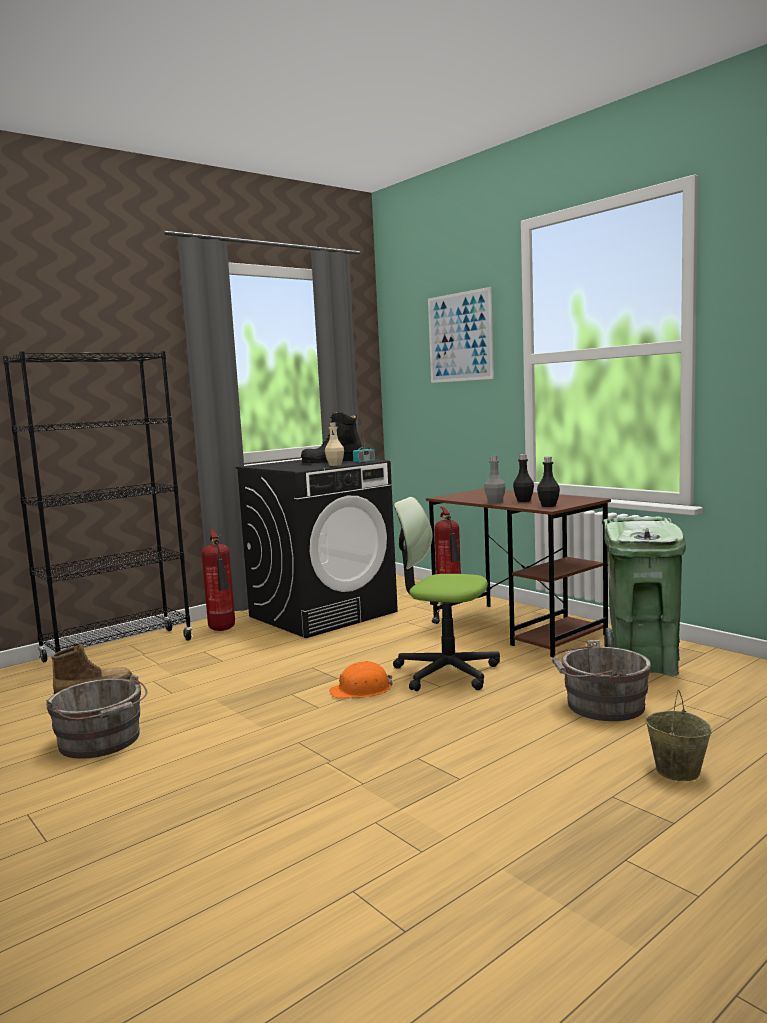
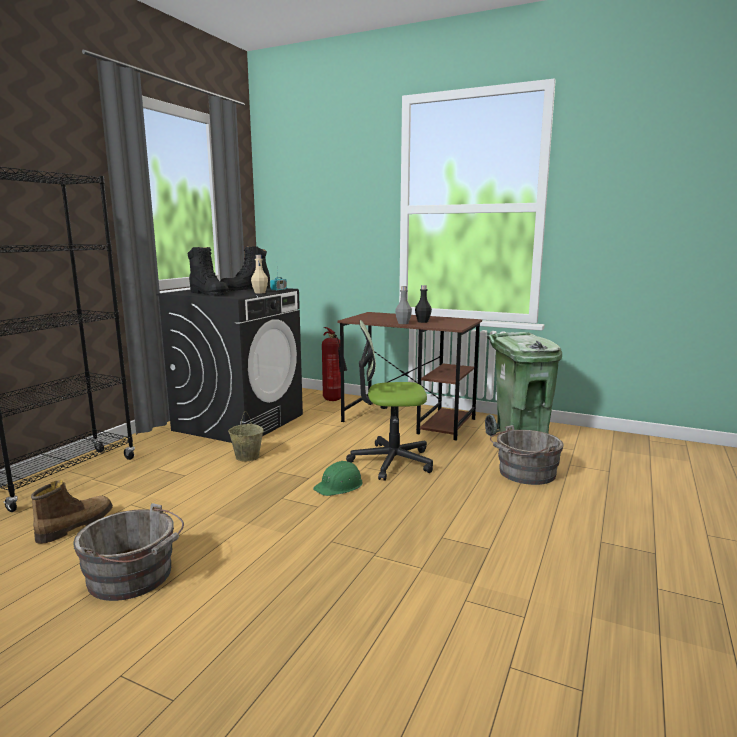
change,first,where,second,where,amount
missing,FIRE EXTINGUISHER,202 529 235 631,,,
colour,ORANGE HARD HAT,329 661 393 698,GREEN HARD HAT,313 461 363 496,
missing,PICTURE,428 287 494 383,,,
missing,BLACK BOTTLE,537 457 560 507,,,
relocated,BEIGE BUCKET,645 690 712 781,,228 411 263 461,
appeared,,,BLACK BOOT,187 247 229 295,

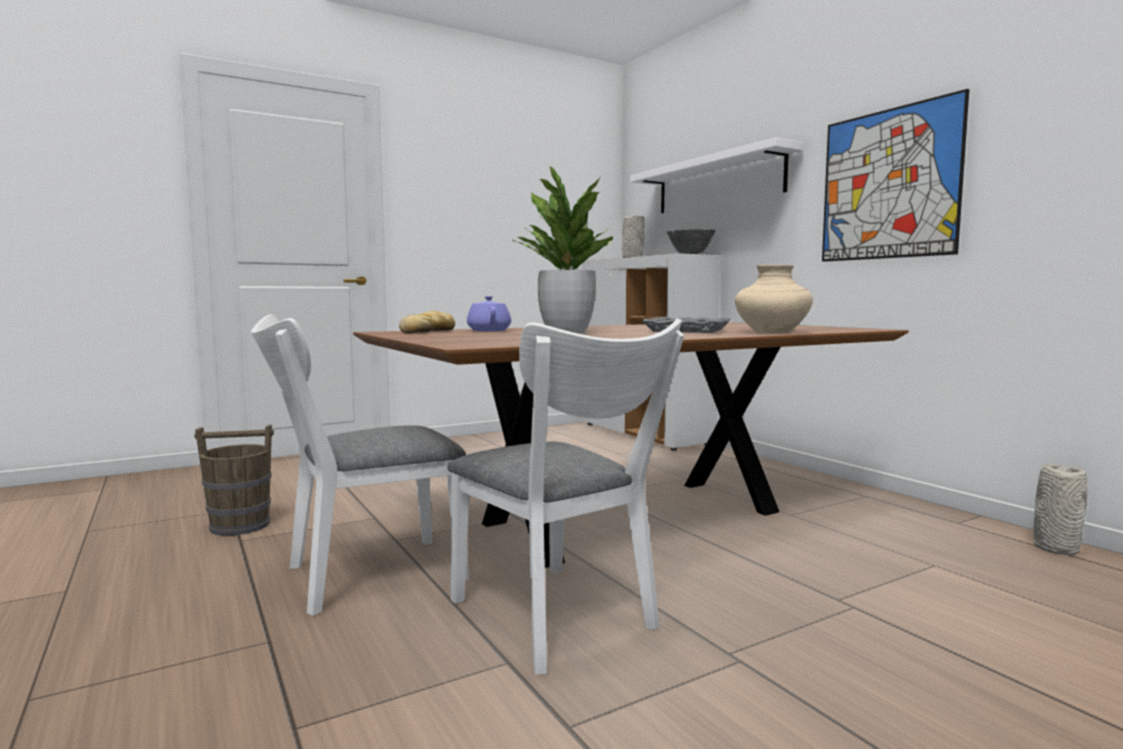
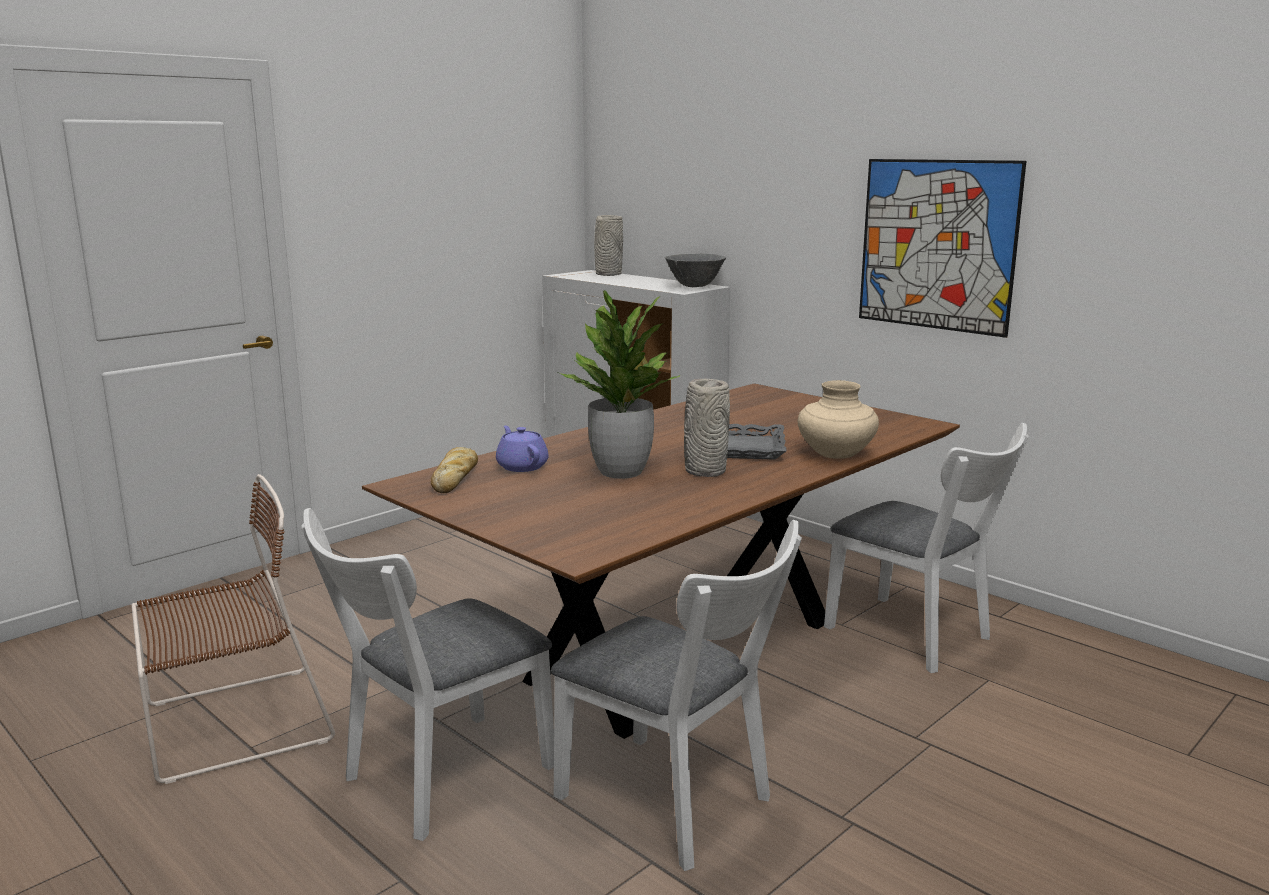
change,first,where,second,where,amount
exchanged,BROWN BUCKET,194 425 274 536,BROWN CHAIR,131 474 335 784,
missing,WHITE SHELF,630 137 803 213,,,
relocated,GREY VASE,1033 464 1088 555,,684 379 730 477,
appeared,,,WHITE CHAIR,824 423 1028 673,

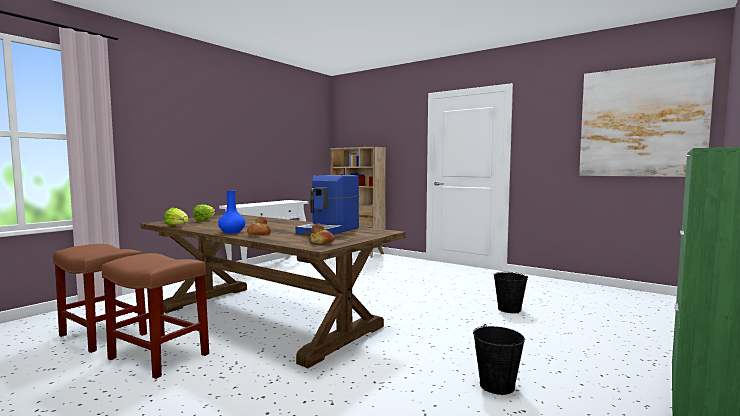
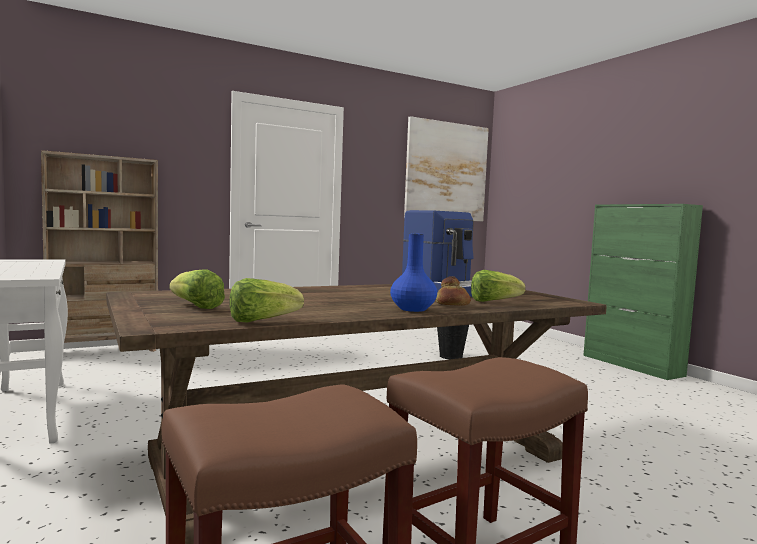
change,first,where,second,where,amount
missing,BREAD,309 223 335 244,,,
missing,BLACK BUCKET,473 324 525 395,,,
appeared,,,LETTUCE,471 270 526 302,

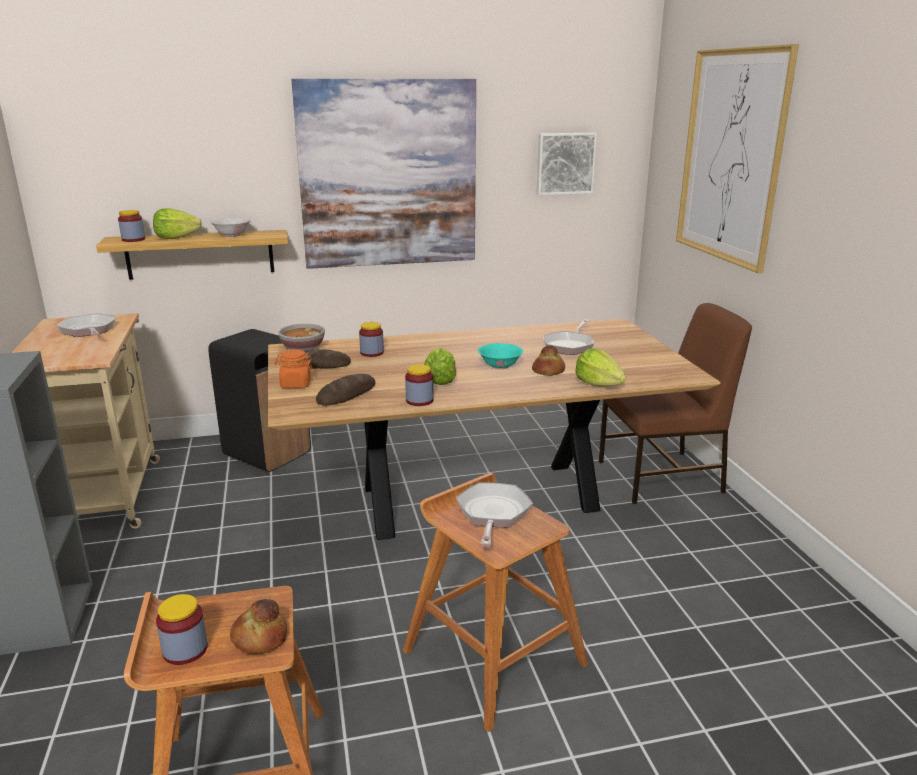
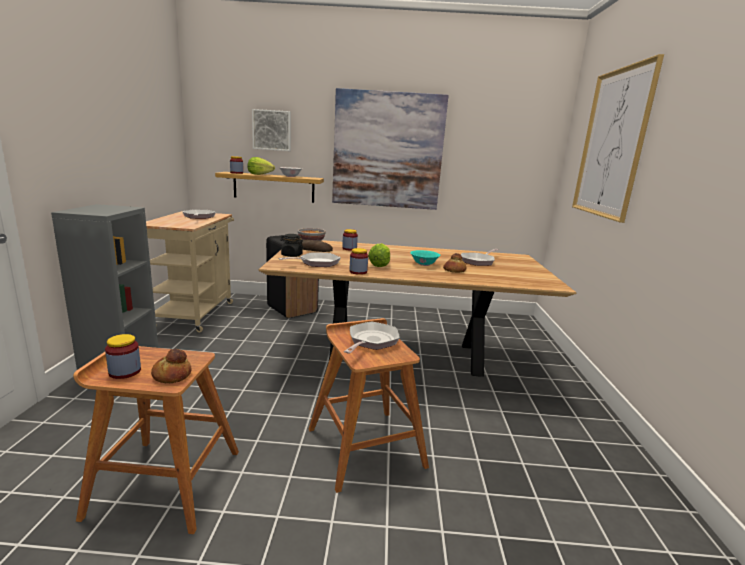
change,first,where,second,where,amount
colour,ORANGE JAR,274 350 314 388,BLACK JAR,280 234 303 257,
exchanged,BREAD,316 374 376 406,FRYING PAN,278 252 341 267,
relocated,PICTURE,536 133 597 195,,252 109 291 151,
missing,LETTUCE,575 348 626 386,,,
missing,BROWN CHAIR,599 303 752 504,,,

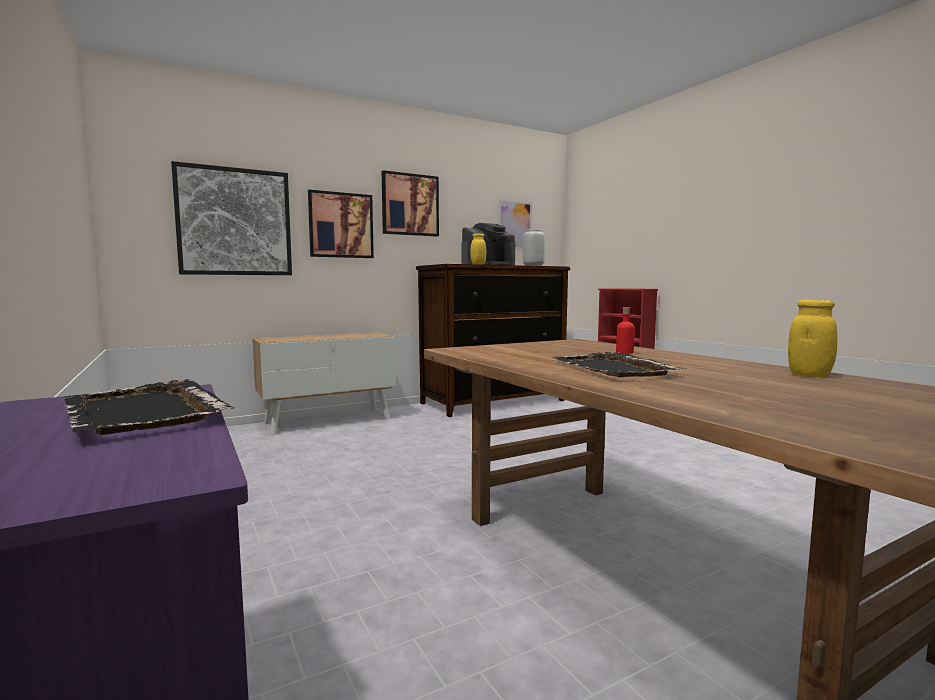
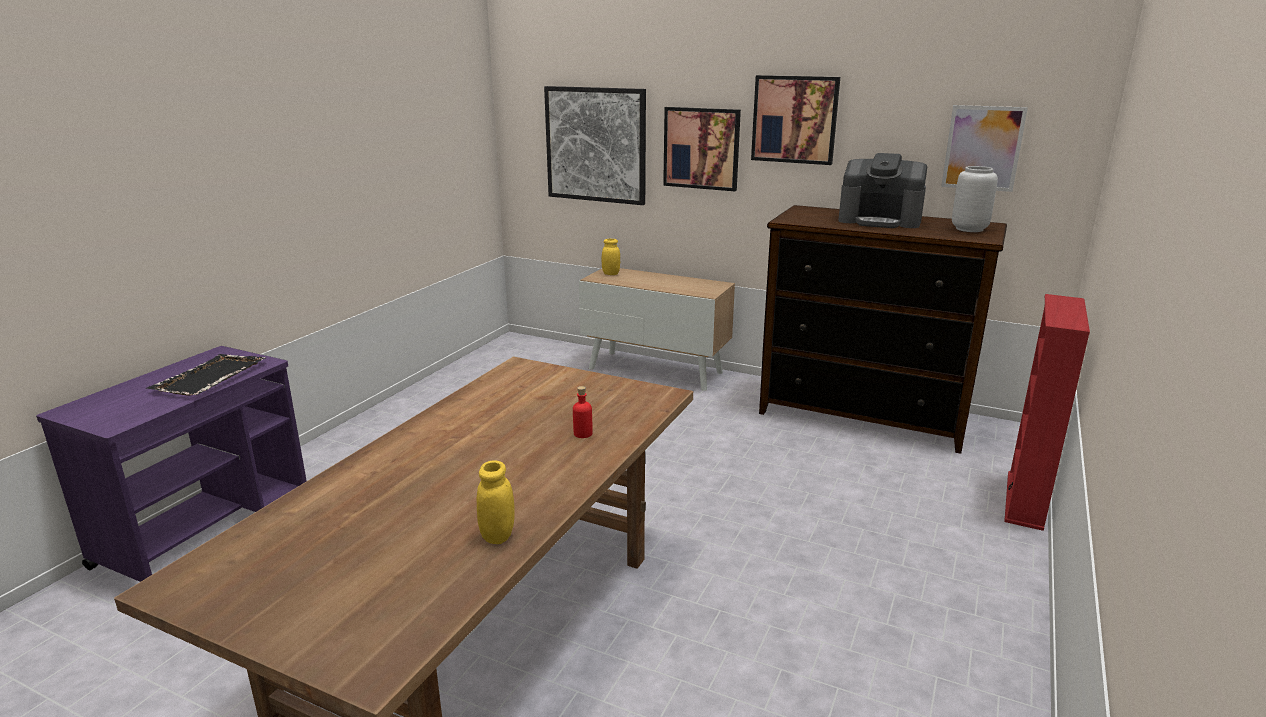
change,first,where,second,where,amount
relocated,YELLOW JAR,470 233 486 265,,602 239 620 275,
missing,BLACK TRAY,552 352 686 377,,,

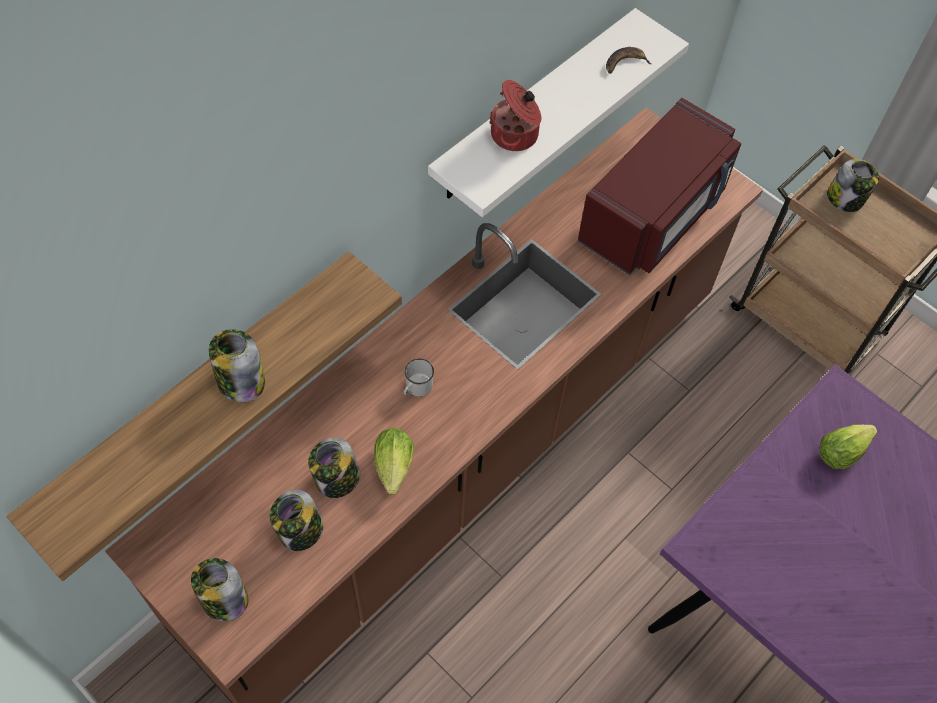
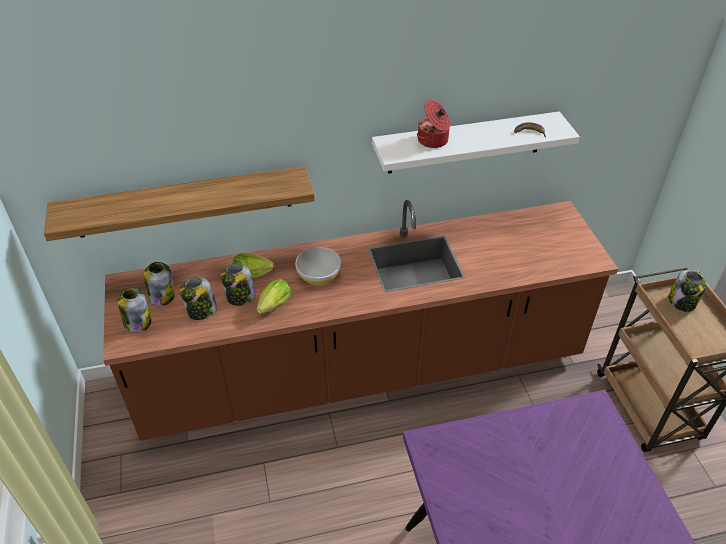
change,first,where,second,where,amount
relocated,JAR,209 329 265 402,,144 262 175 306,
exchanged,WHITE MUG,404 358 434 396,WHITE BOWL,295 247 341 285,
missing,RED MICROWAVE,578 98 741 275,,,
relocated,LETTUCE,820 425 877 469,,232 253 275 278,

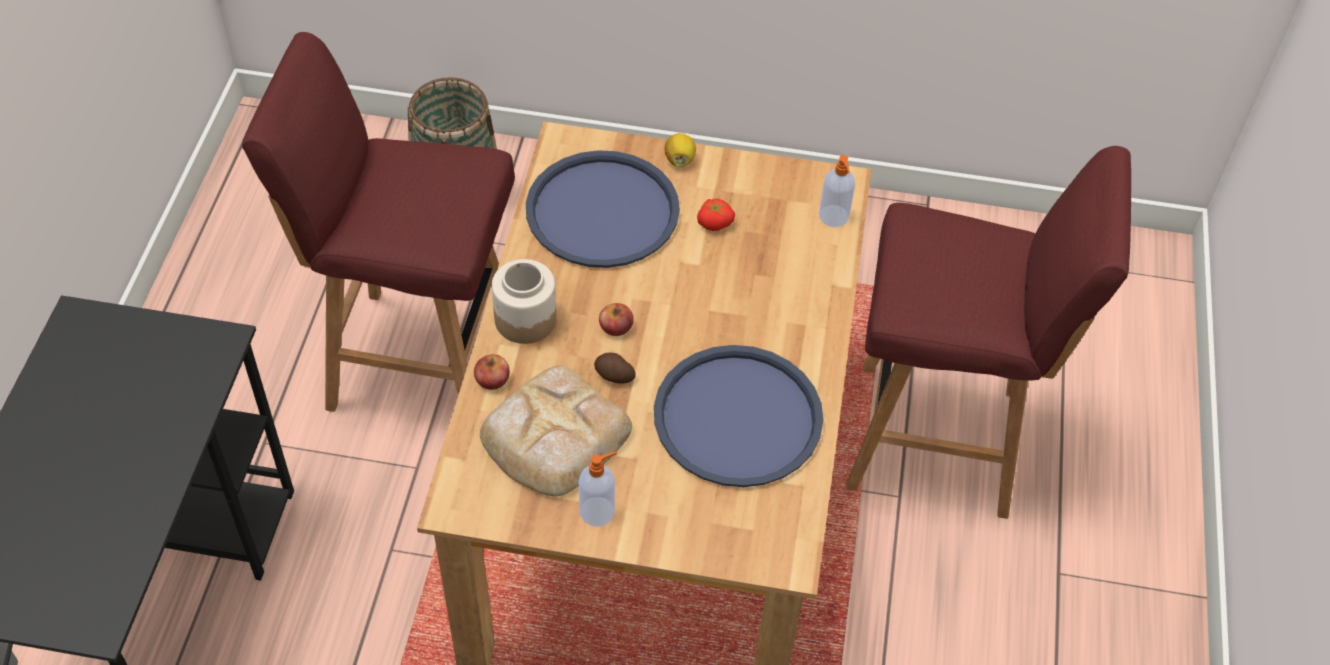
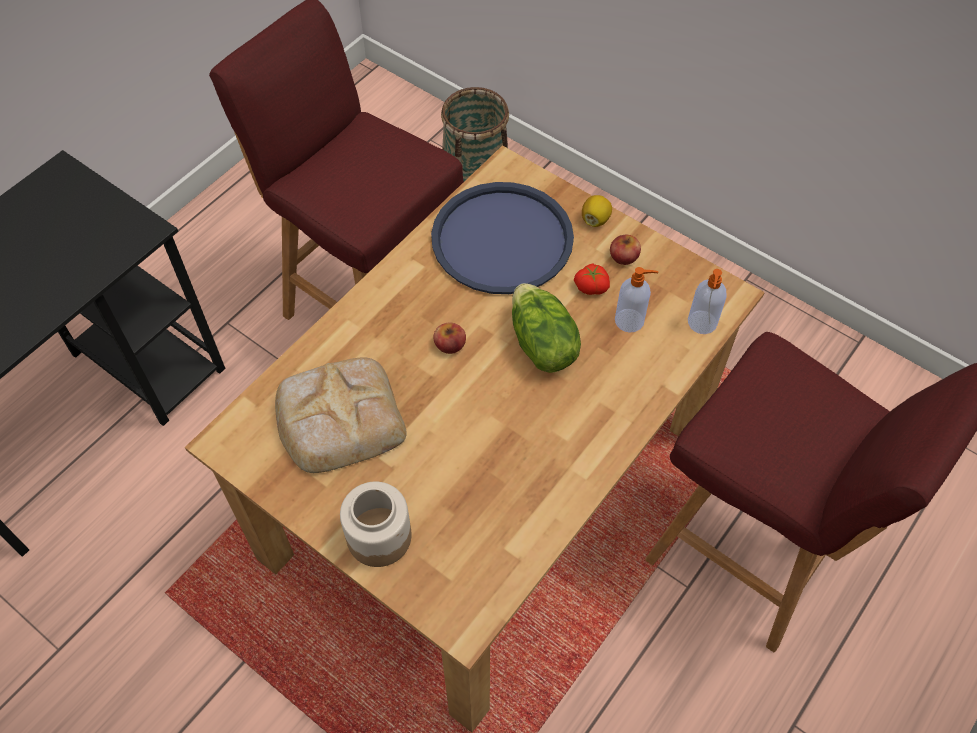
change,first,where,second,where,amount
relocated,APPLE,474 354 510 390,,610 235 641 265,
relocated,JAR,491 259 557 344,,340 482 412 567,
relocated,SOAP DISPENSER,579 452 617 527,,615 267 658 333,
missing,POTATO,594 353 636 384,,,
missing,BLUE TRAY,654 345 823 487,,,
appeared,,,LETTUCE,512 283 581 373,

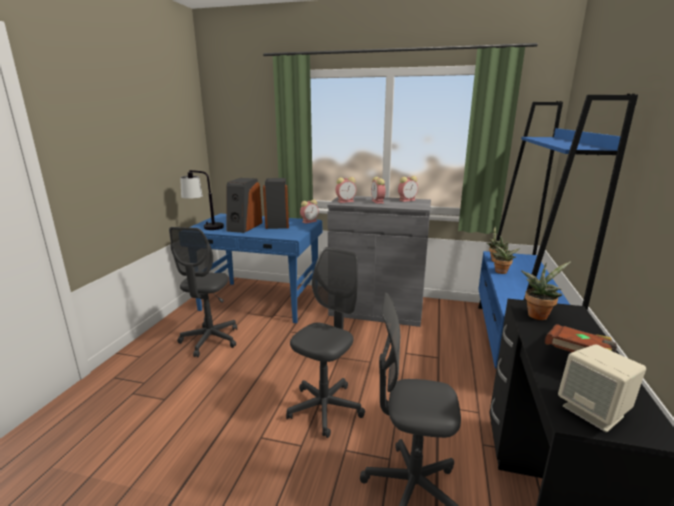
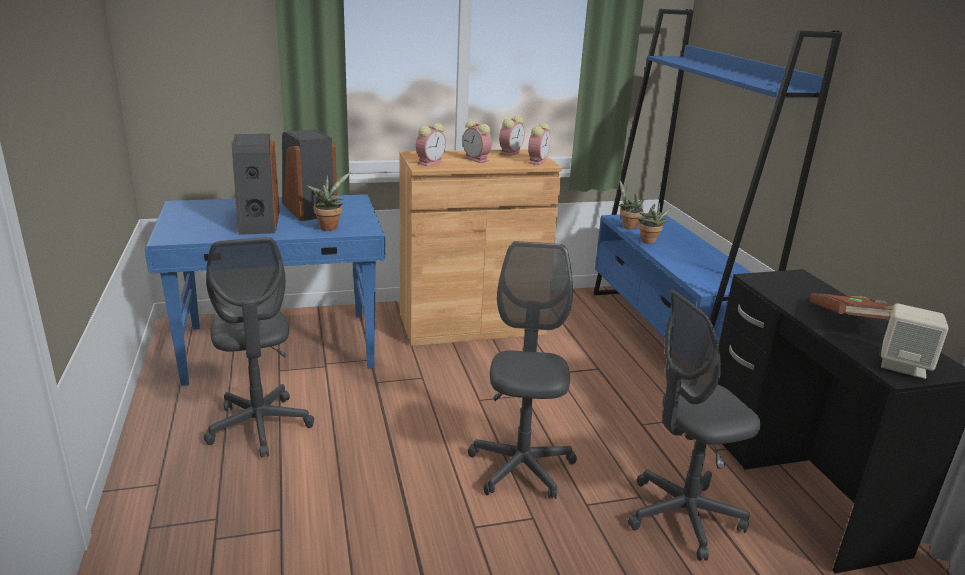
change,first,where,second,where,amount
missing,TABLE LAMP,180 170 224 230,,,
relocated,ALARM CLOCK,300 199 319 224,,528 123 550 165,
colour,GREY CABINET,327 196 431 327,BROWN CABINET,400 149 562 346,
relocated,POTTED PLANT,521 261 571 320,,306 172 351 231,

